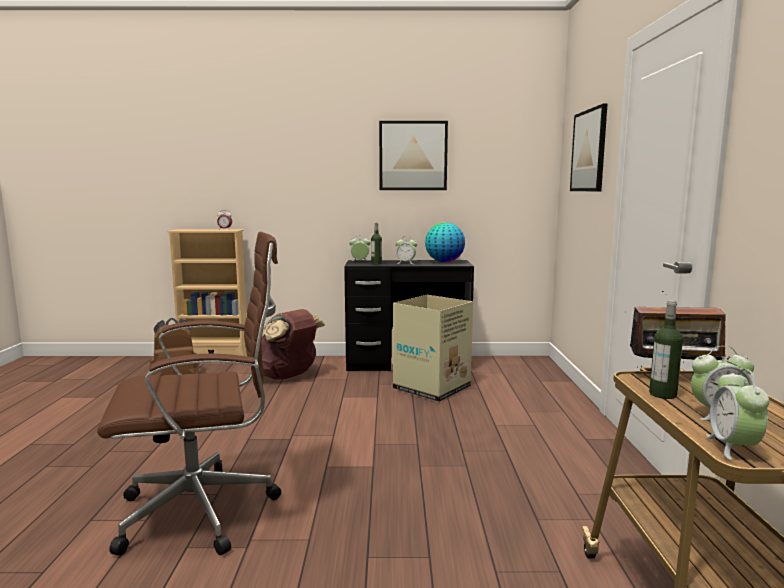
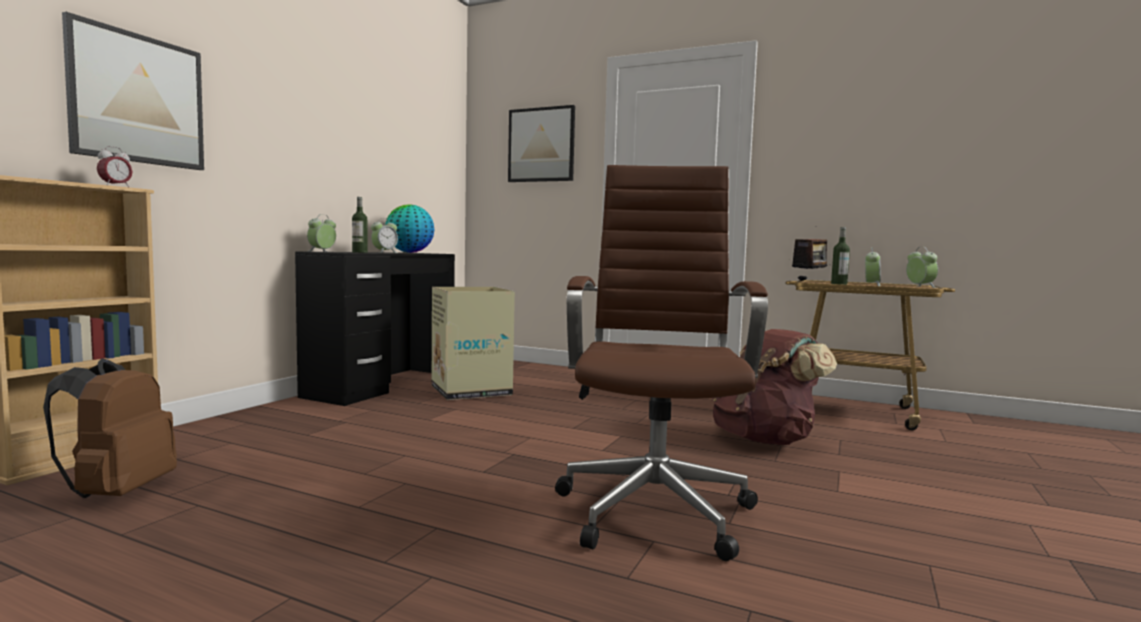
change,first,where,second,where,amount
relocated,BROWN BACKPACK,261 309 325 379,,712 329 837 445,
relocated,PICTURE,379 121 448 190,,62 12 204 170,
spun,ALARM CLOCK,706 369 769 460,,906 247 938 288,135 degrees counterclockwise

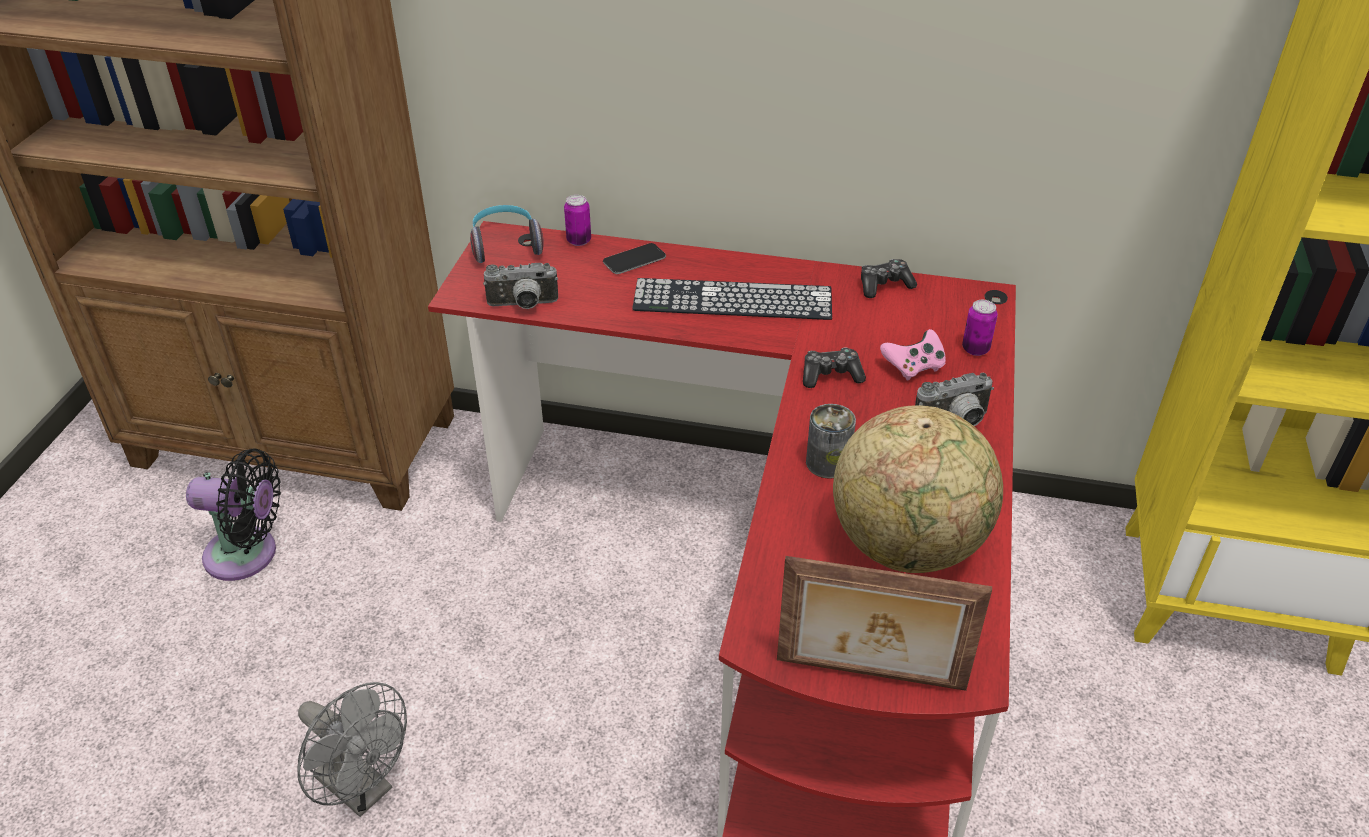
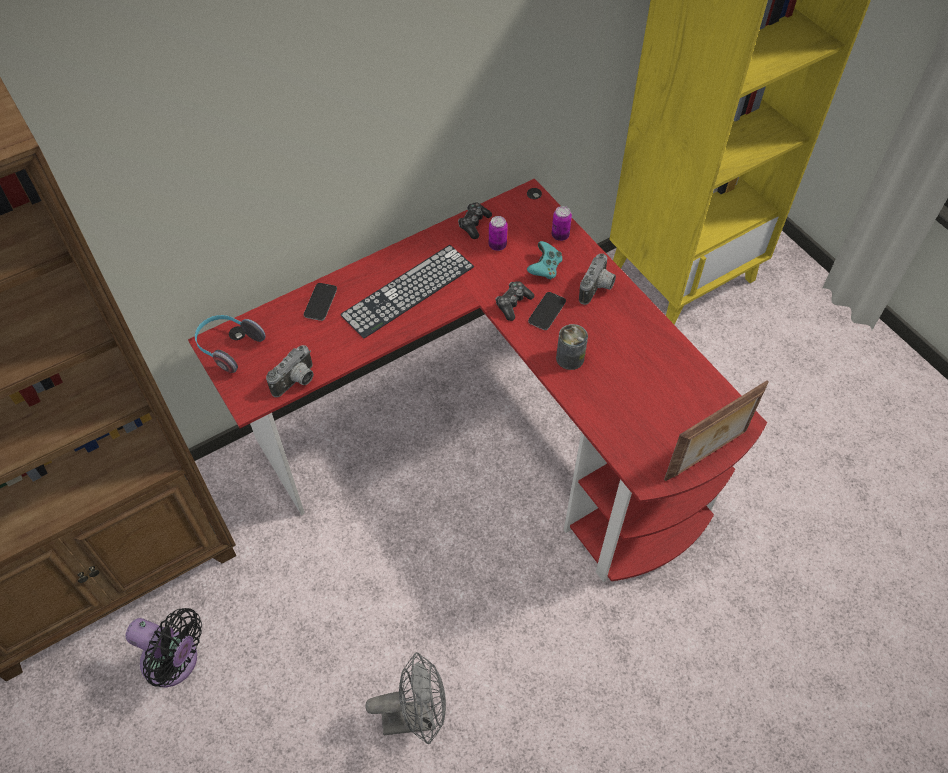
change,first,where,second,where,amount
spun,BLACK FAN,186 449 281 581,,125 608 202 687,60 degrees clockwise
relocated,CAN,564 195 591 246,,489 216 508 251,
missing,GLOBE,833 405 1003 573,,,
colour,PINK GAME CONTROLLER,880 329 946 381,TURQUOISE GAME CONTROLLER,527 241 563 280,
appeared,,,PHONE,528 292 566 330,

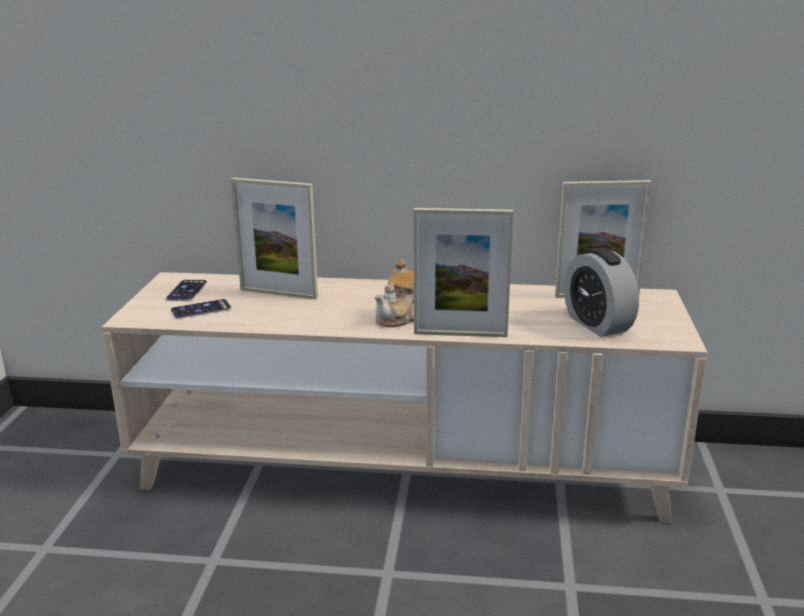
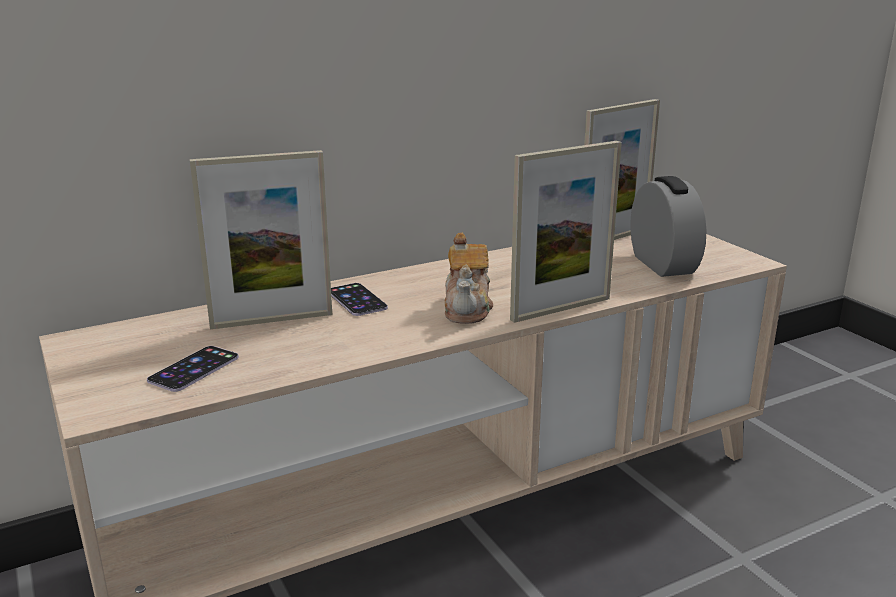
change,first,where,second,where,amount
relocated,PHONE,166 279 207 301,,331 283 388 316,
spun,ALARM CLOCK,564 248 639 337,,630 176 706 277,135 degrees counterclockwise

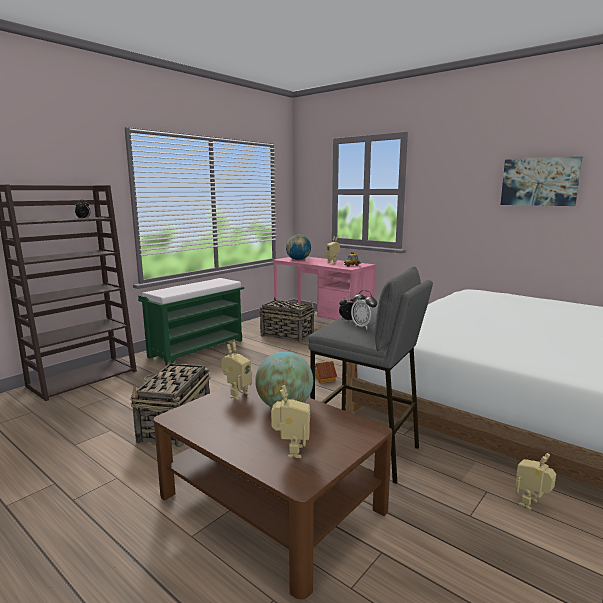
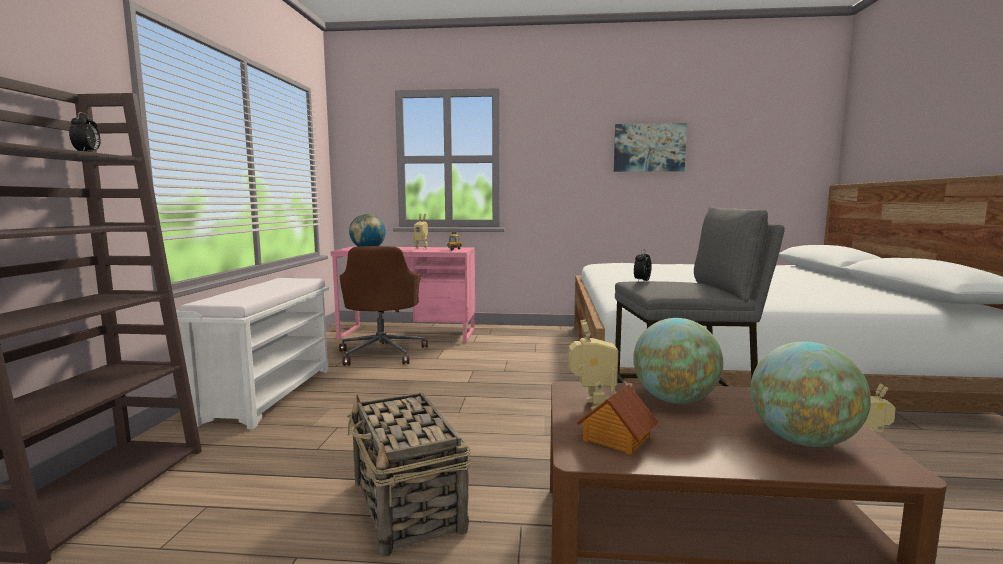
change,first,where,second,where,amount
colour,GREEN BENCH,138 278 244 366,WHITE BENCH,176 278 329 430,
exchanged,BASKET,259 297 315 343,BROWN OFFICE CHAIR,339 246 428 366,
exchanged,TOY ROBOT,271 385 310 458,GLOBE,751 342 871 447,
relocated,TOY HOUSE,315 361 337 383,,577 384 659 455,
missing,ALARM CLOCK,351 290 378 330,,,

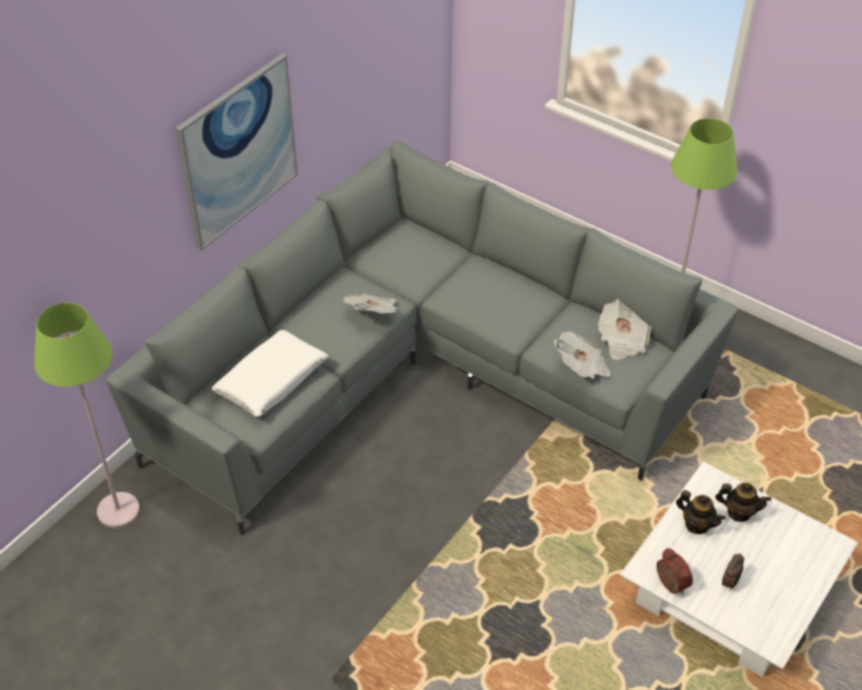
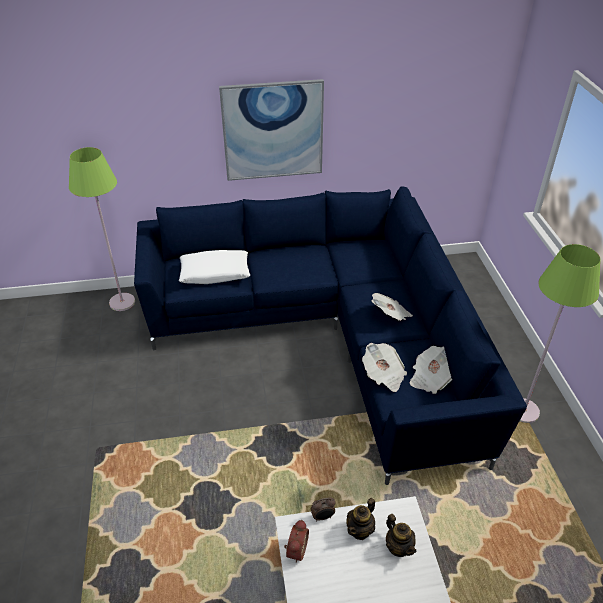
change,first,where,second,where,amount
colour,GREY SOFA,106 139 738 535,BLUE SOFA,134 186 527 485,
relocated,NEWSPAPER,343 293 398 314,,371 293 413 321,
spun,TEAPOT,676 490 726 534,,346 498 375 540,45 degrees clockwise
relocated,ALARM CLOCK,722 553 744 591,,311 497 335 521,

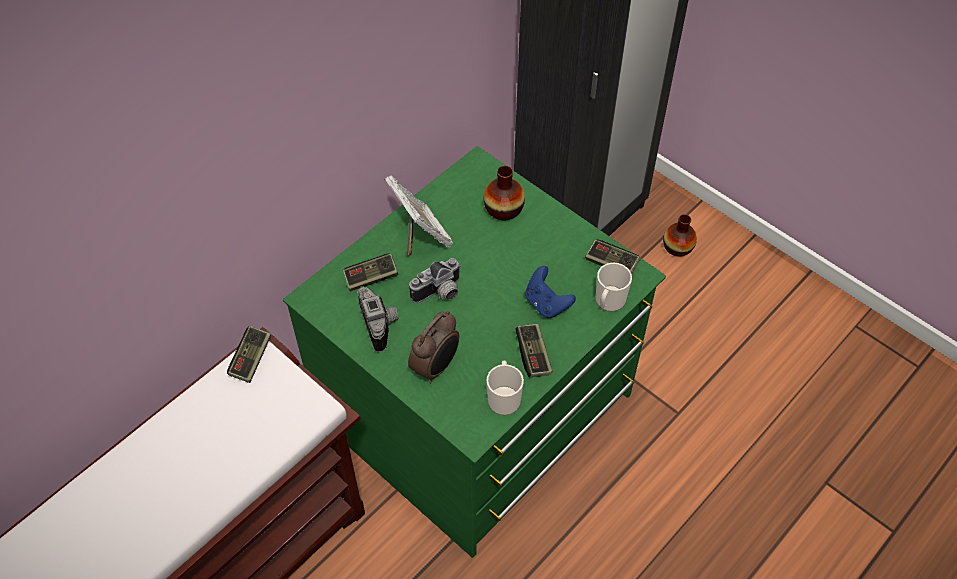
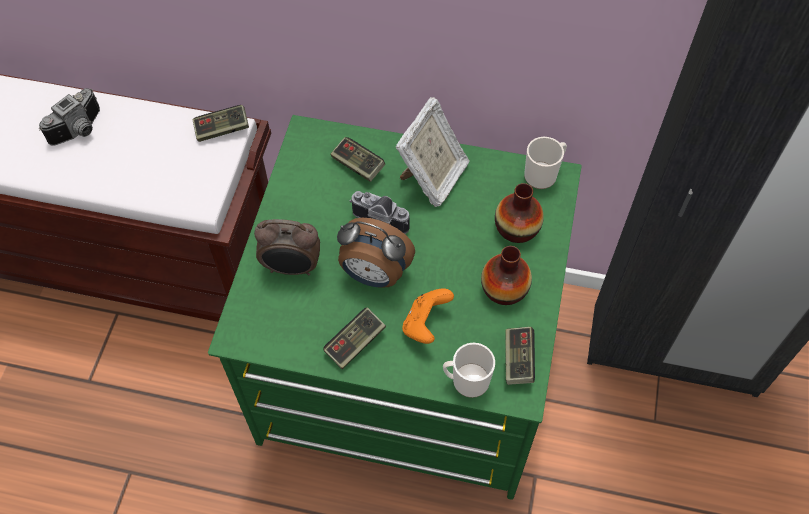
change,first,where,second,where,amount
relocated,PHOTO CAMERA,357 286 399 352,,39 88 100 146,
relocated,MUG,486 360 524 415,,524 137 567 189,
colour,BLUE GAME CONTROLLER,525 266 576 318,ORANGE GAME CONTROLLER,402 288 454 344,
relocated,VASE,663 214 697 257,,481 246 532 305,
appeared,,,ALARM CLOCK,337 218 415 288,

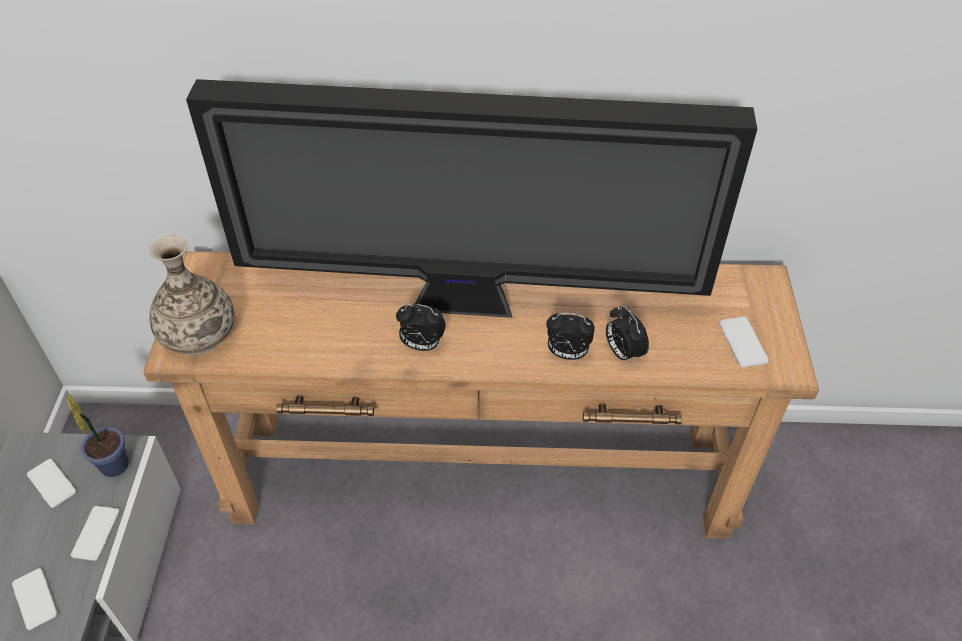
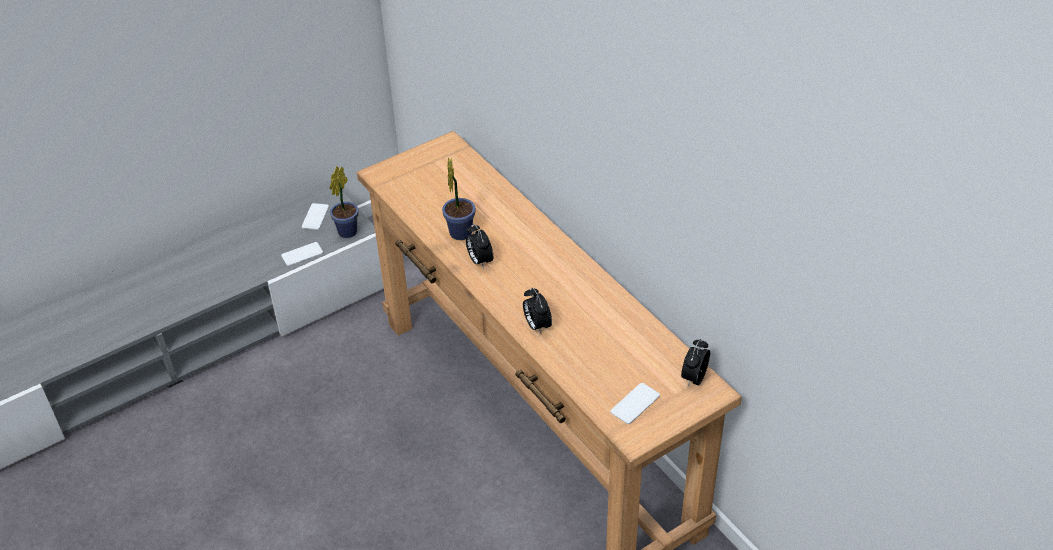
change,first,where,second,where,amount
missing,PHONE,12 568 57 630,,,
missing,VASE,149 235 235 355,,,
missing,TELEVISION,186 79 757 318,,,
relocated,ALARM CLOCK,606 306 649 365,,681 339 710 386,
appeared,,,POTTED PLANT,442 158 476 240,

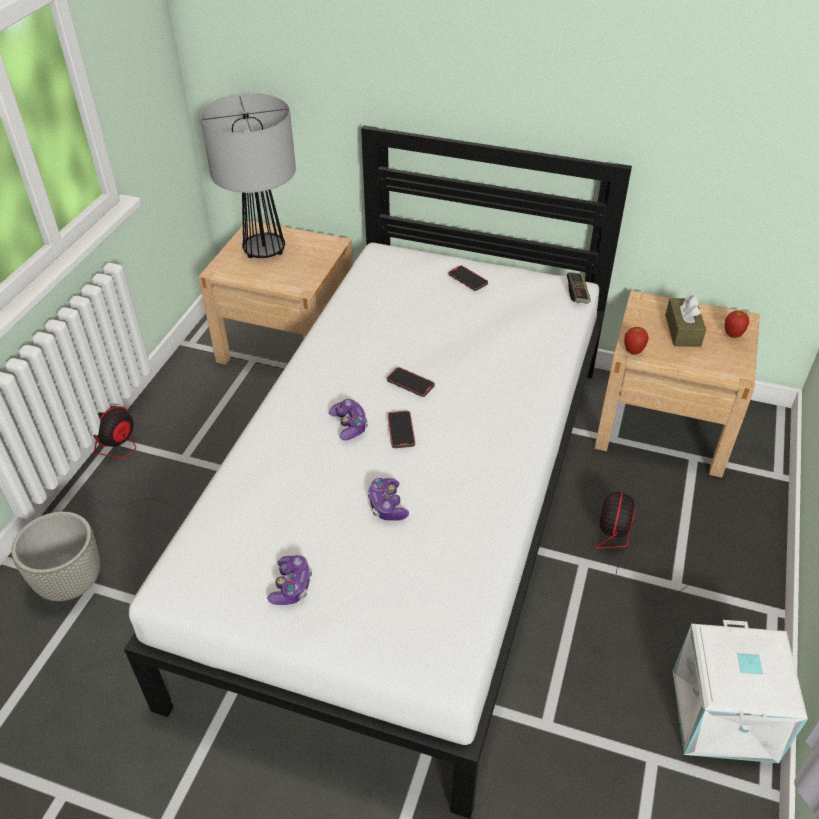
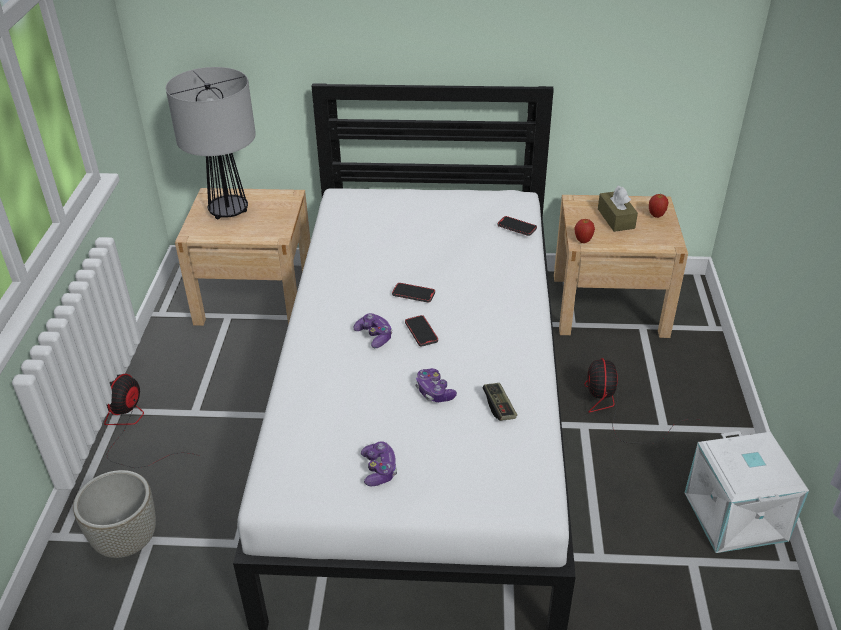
change,first,where,second,where,amount
relocated,PHONE,449 265 488 291,,497 216 537 236,
relocated,GAME CONTROLLER,567 272 591 304,,483 383 517 421,

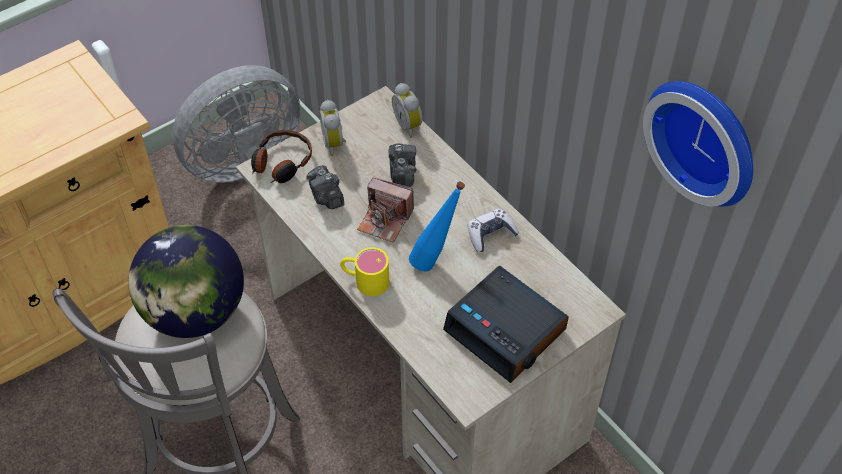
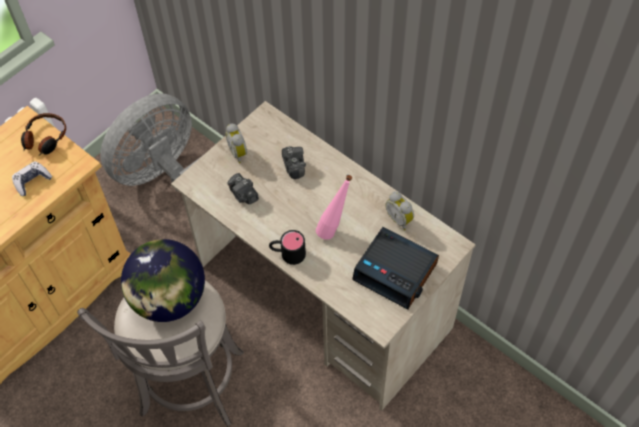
change,first,where,second,where,amount
relocated,HEADPHONES,251 130 312 183,,21 113 66 155,
colour,YELLOW MUG,340 247 389 296,BLACK MUG,269 230 306 265,
missing,PHOTO CAMERA,357 178 414 243,,,
relocated,ALARM CLOCK,392 83 423 138,,385 191 414 230,
colour,BLUE BOTTLE,409 181 465 271,PINK BOTTLE,316 175 352 240,
relocated,GAME CONTROLLER,468 208 519 252,,12 161 52 196,
missing,WALL CLOCK,643 81 753 207,,,

